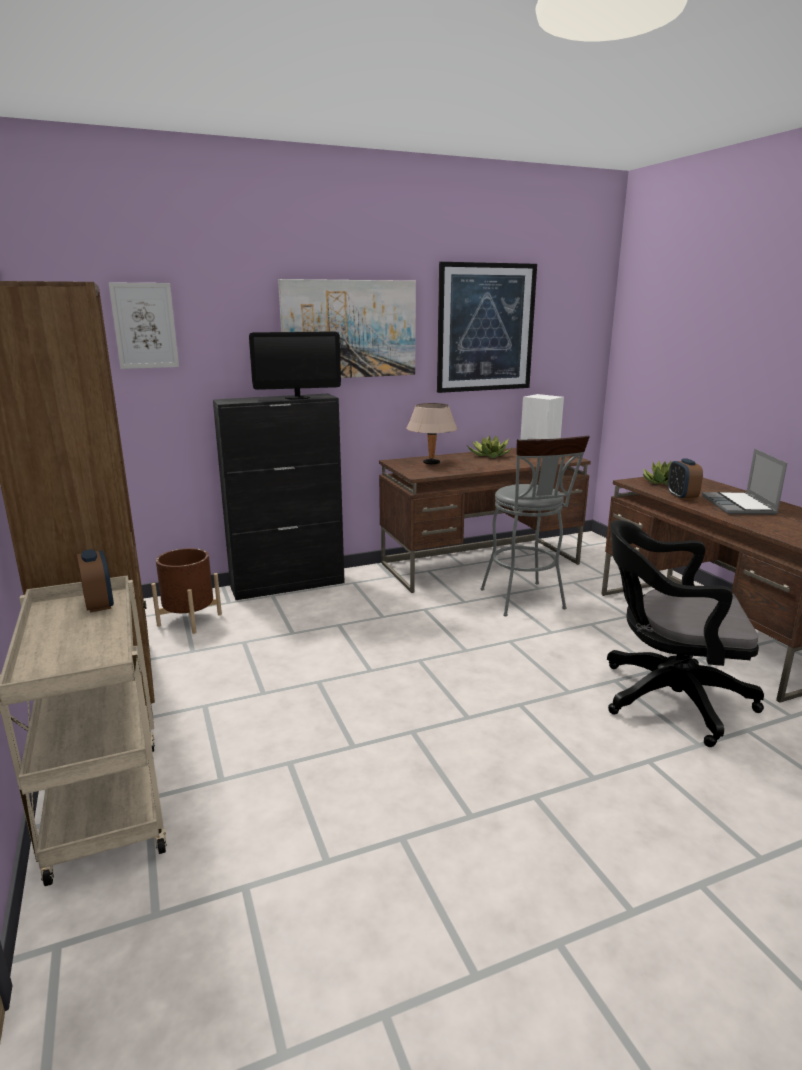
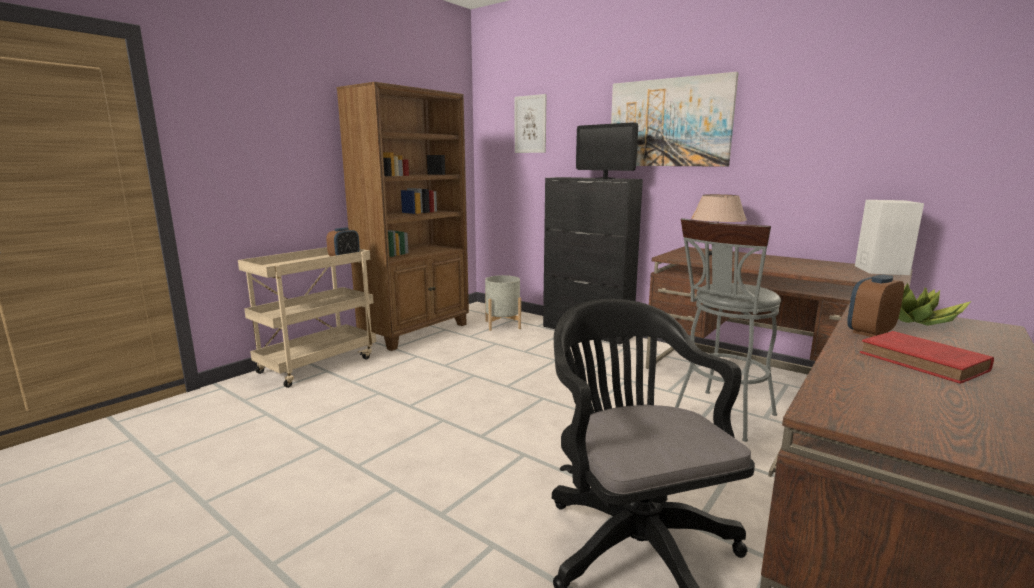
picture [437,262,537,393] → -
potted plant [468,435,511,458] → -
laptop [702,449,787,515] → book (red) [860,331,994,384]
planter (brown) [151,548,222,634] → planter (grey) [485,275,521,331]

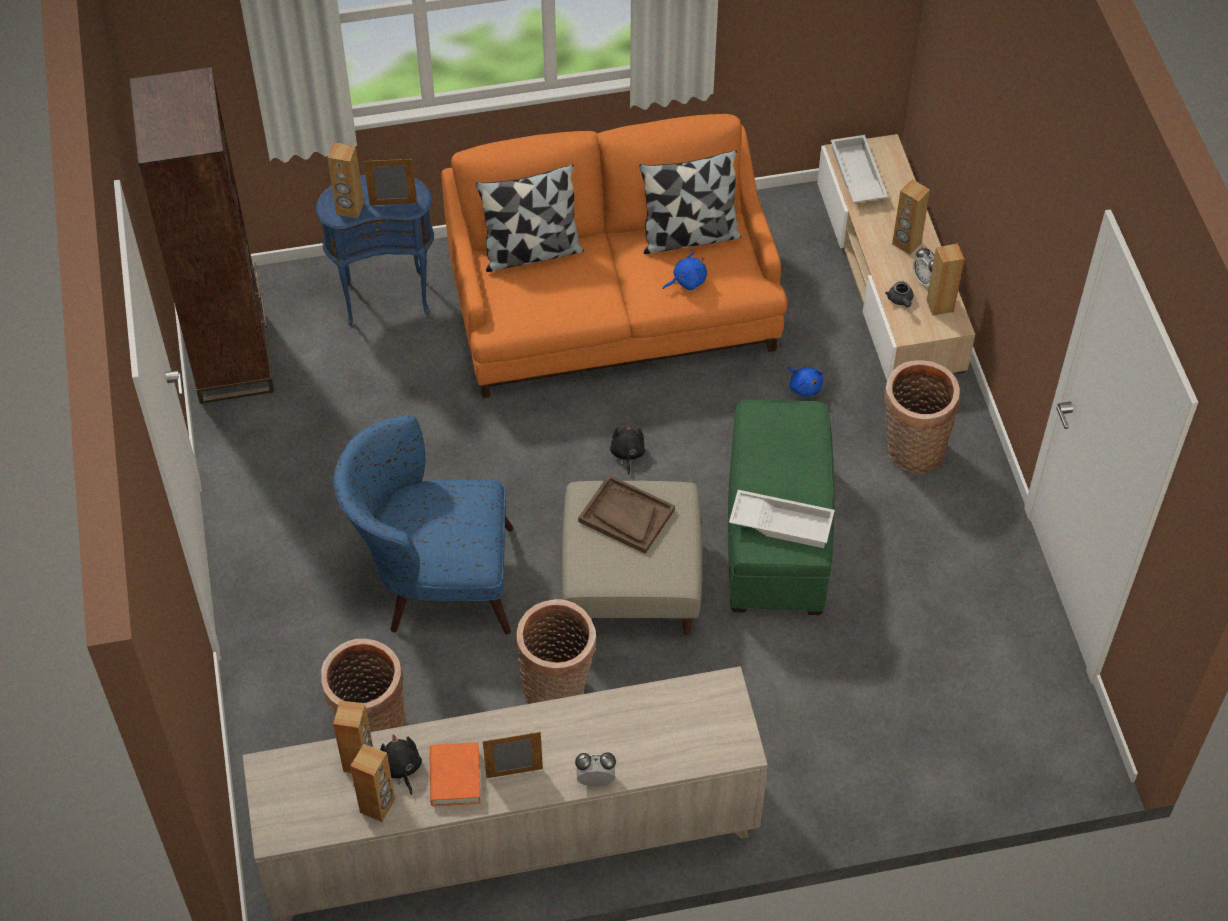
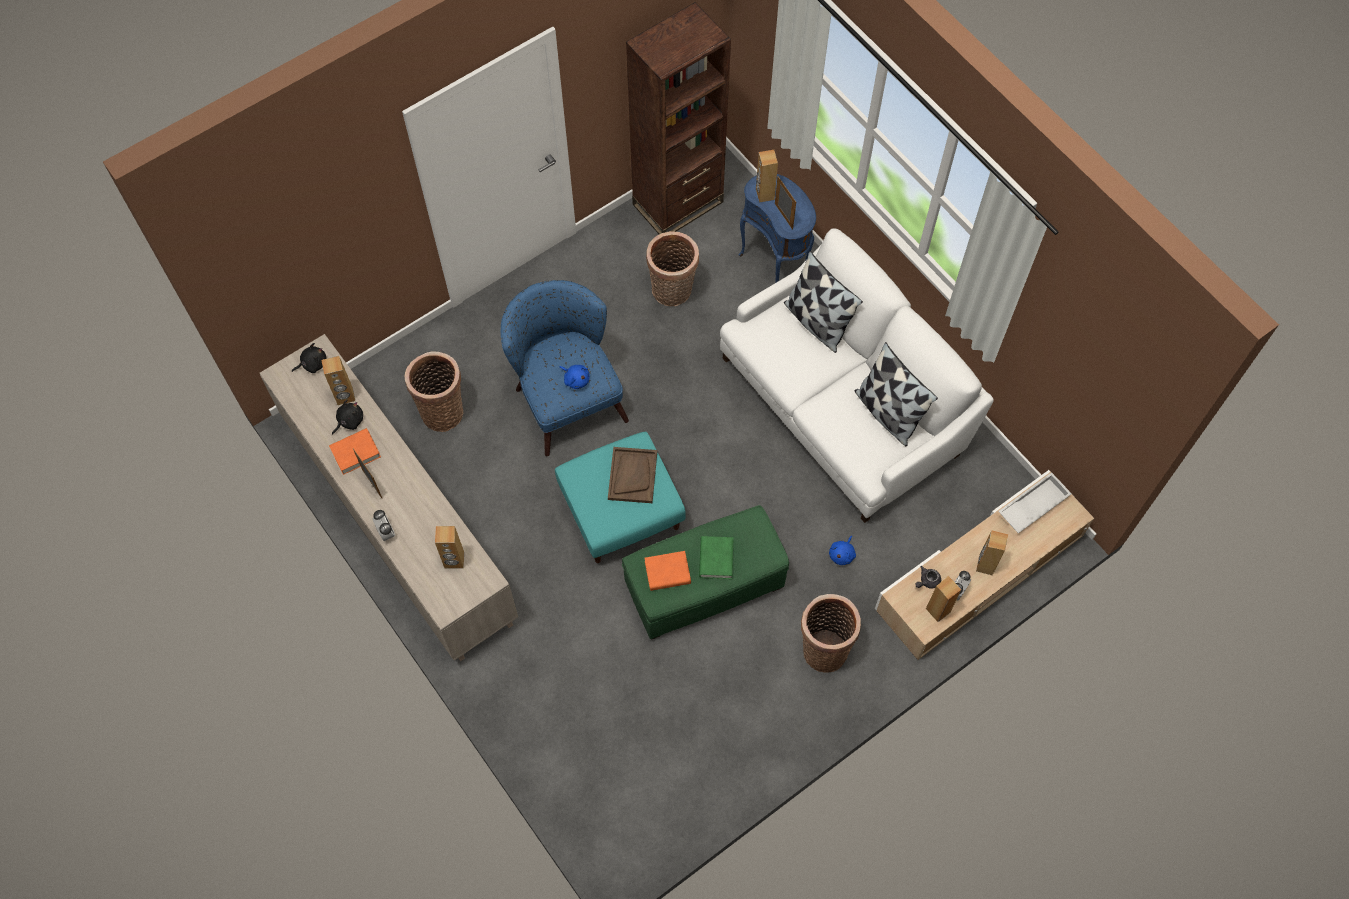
- → book (green) [699,536,733,579]
speaker (brown) [350,744,395,822] → speaker (brown) [435,526,464,569], moved
basket [515,599,596,704] → basket [646,231,699,306], moved
plush toy (black) [610,423,645,475] → plush toy (black) [292,343,327,373], moved
plush toy (blue) [663,251,707,290] → plush toy (blue) [560,365,590,389], moved
tray (white) [729,490,835,548] → book (orange) [645,551,691,591]
sofa (orange) [442,114,787,398] → sofa (white) [720,228,994,523]
ottoman (beige) [562,481,702,635] → ottoman (turquoise) [555,432,686,563]

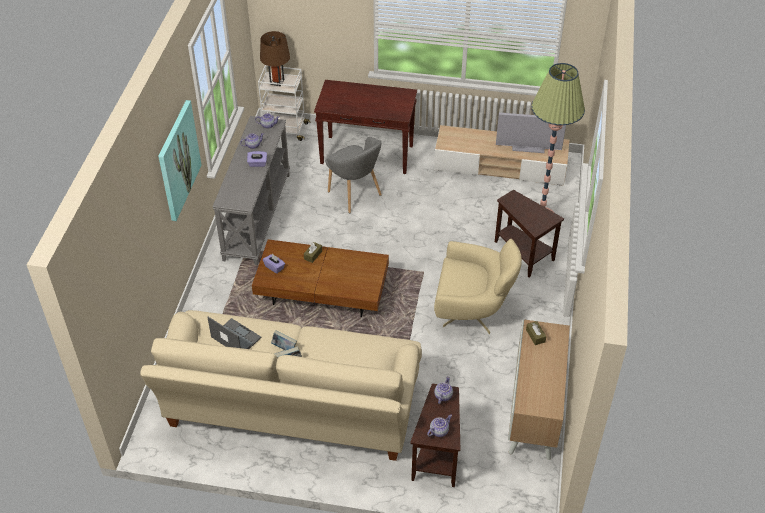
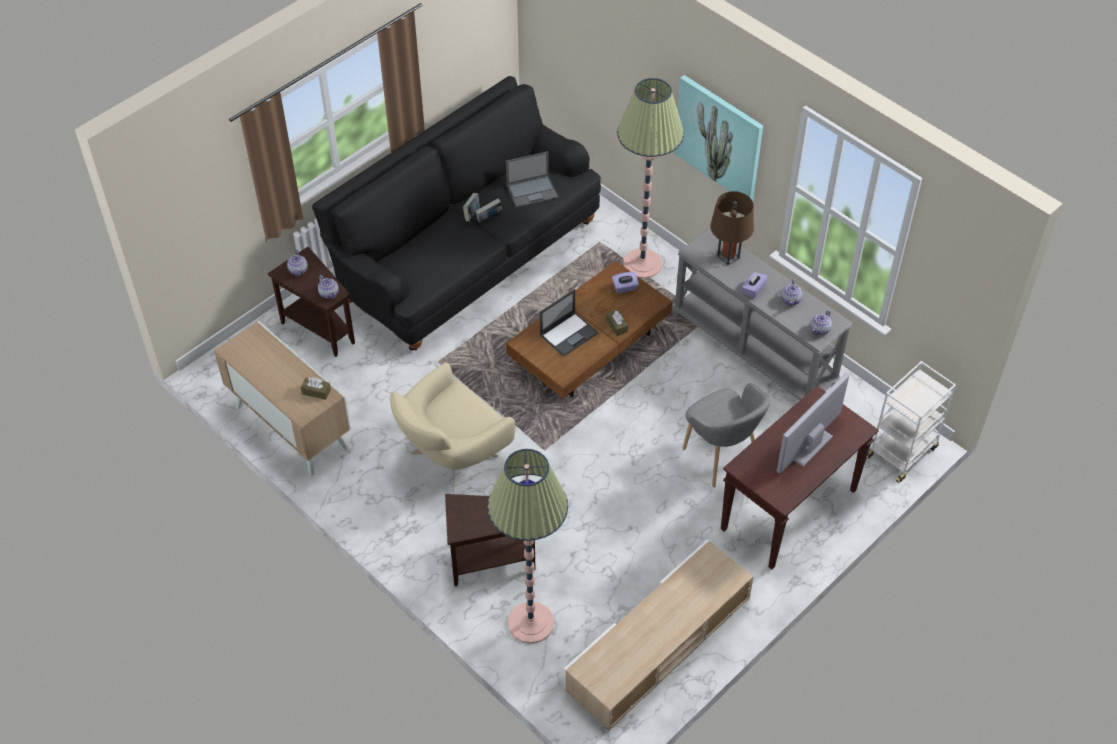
- → laptop [540,289,598,357]
- → floor lamp [617,78,684,278]
table lamp (brown) [260,31,290,86] → table lamp (brown) [710,191,754,265], moved
television [496,112,566,153] → television [777,373,849,474], moved
sofa (beige) [140,310,422,461] → sofa (black) [312,76,601,350]
armchair (grey) [325,137,382,213] → armchair (grey) [683,383,770,487], 120 degrees counterclockwise

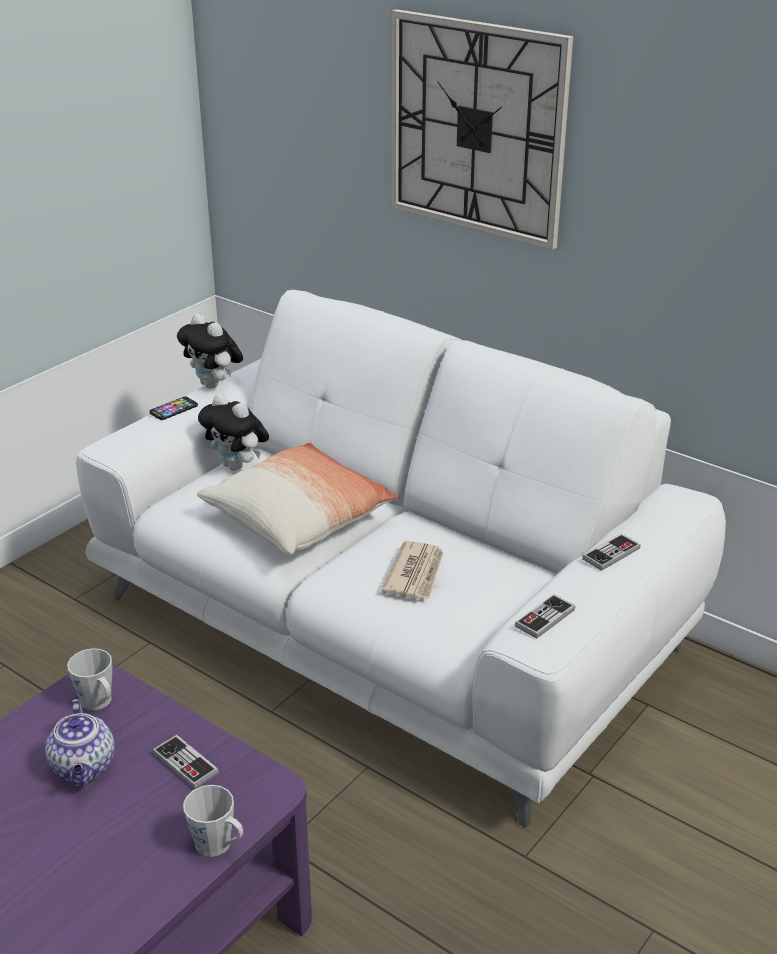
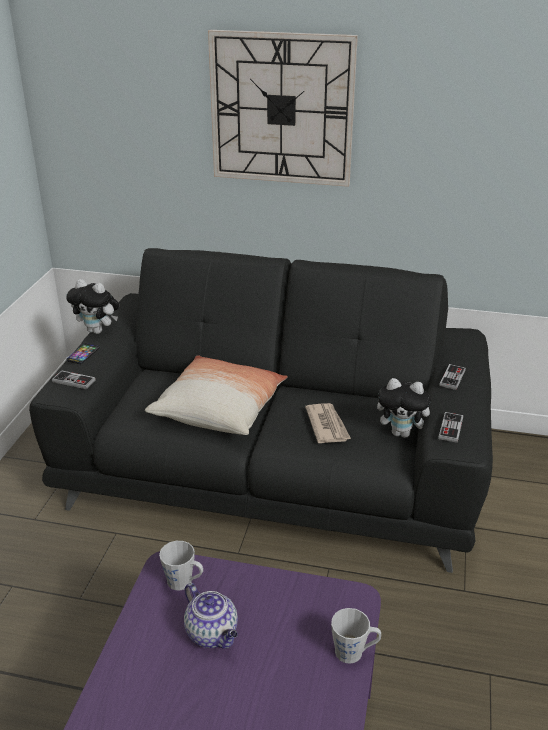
game controller [153,734,219,789] → game controller [52,370,96,389], moved
plush toy [198,393,269,471] → plush toy [377,378,431,438], moved
sofa (white) [76,290,726,828] → sofa (black) [29,248,493,573]

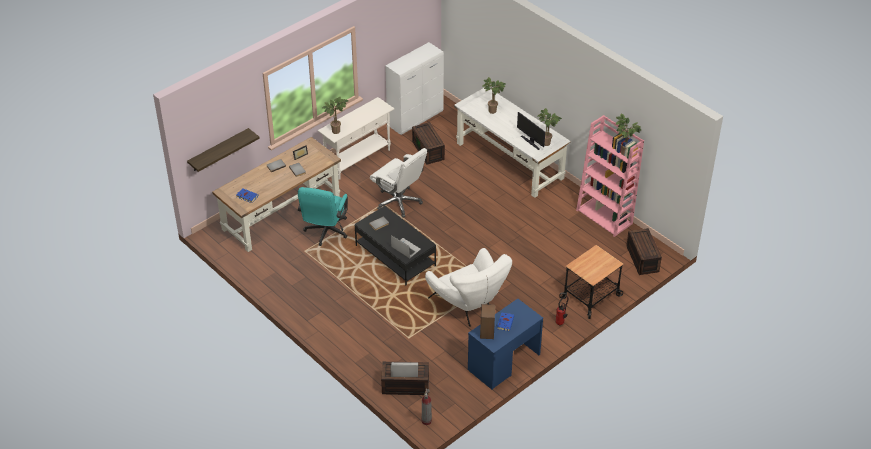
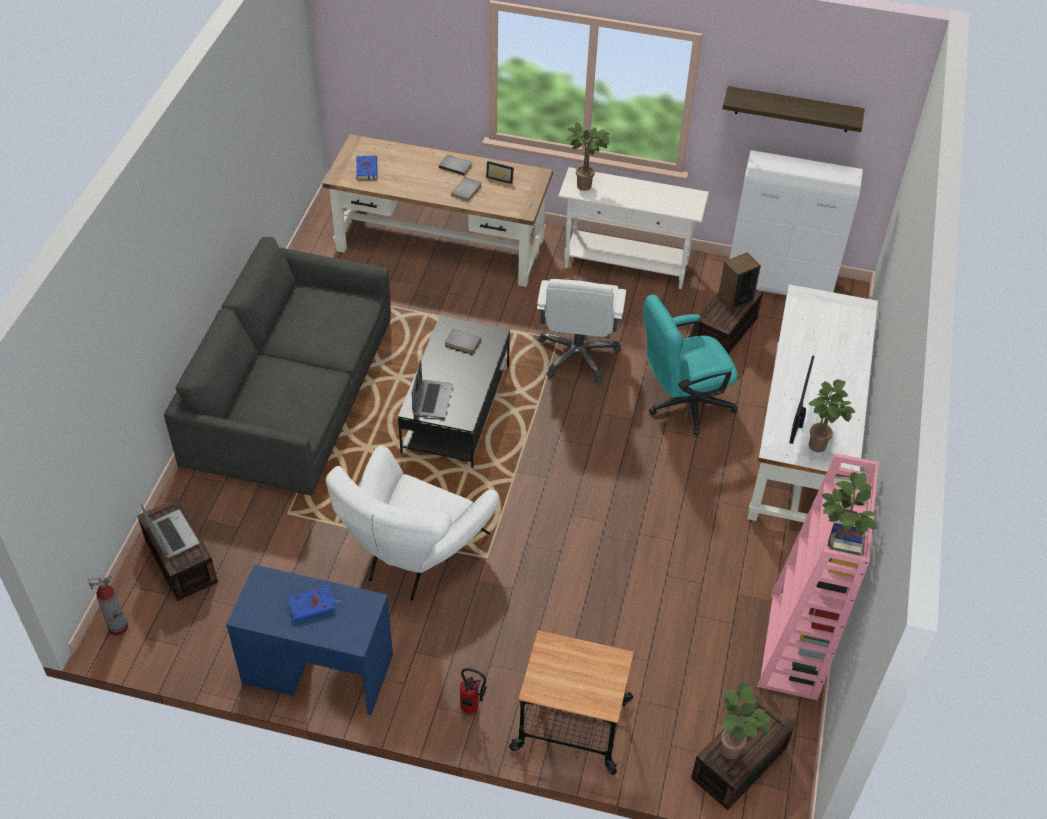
- → sofa (grey) [164,237,391,495]
shelf [187,128,260,172] → shelf [722,86,865,132], moved
office chair (turquoise) [298,187,348,246] → office chair (turquoise) [643,294,738,435], moved
speaker [480,304,495,339] → speaker [718,252,761,311], moved
potted plant [482,77,505,114] → potted plant [721,683,770,759], moved

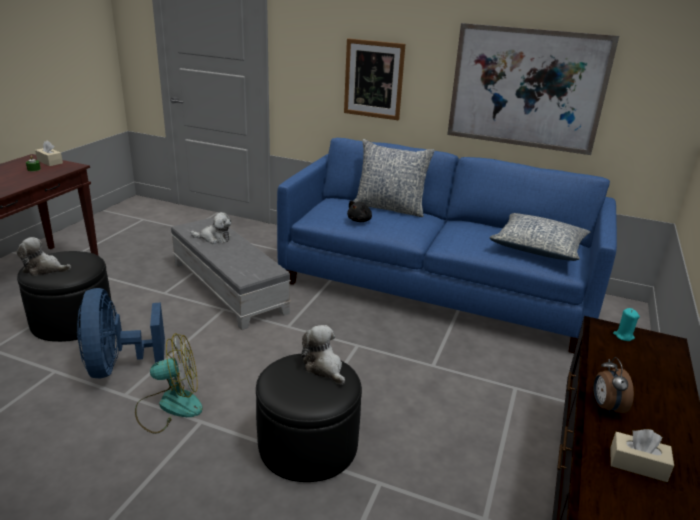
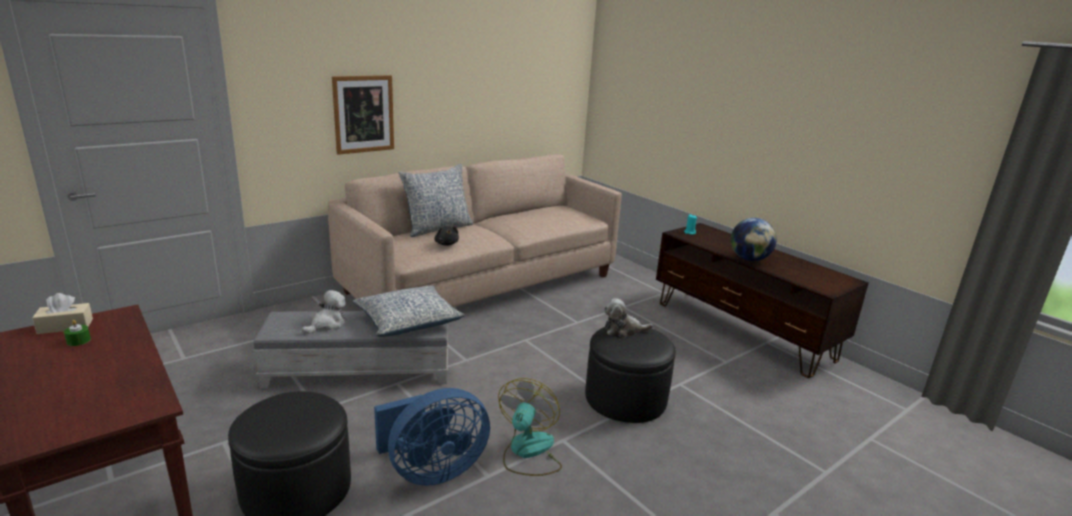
plush toy [17,237,71,276] → -
picture [447,23,619,155] → -
tissue box (beige) [610,429,674,482] → -
pillow [489,213,590,261] → pillow [353,285,465,337], moved
alarm clock [593,357,634,415] → globe [731,218,777,261]
sofa (blue) [277,138,617,353] → sofa (beige) [328,154,622,307]
fan (blue) [77,288,165,378] → fan (blue) [374,388,490,486], 45 degrees counterclockwise

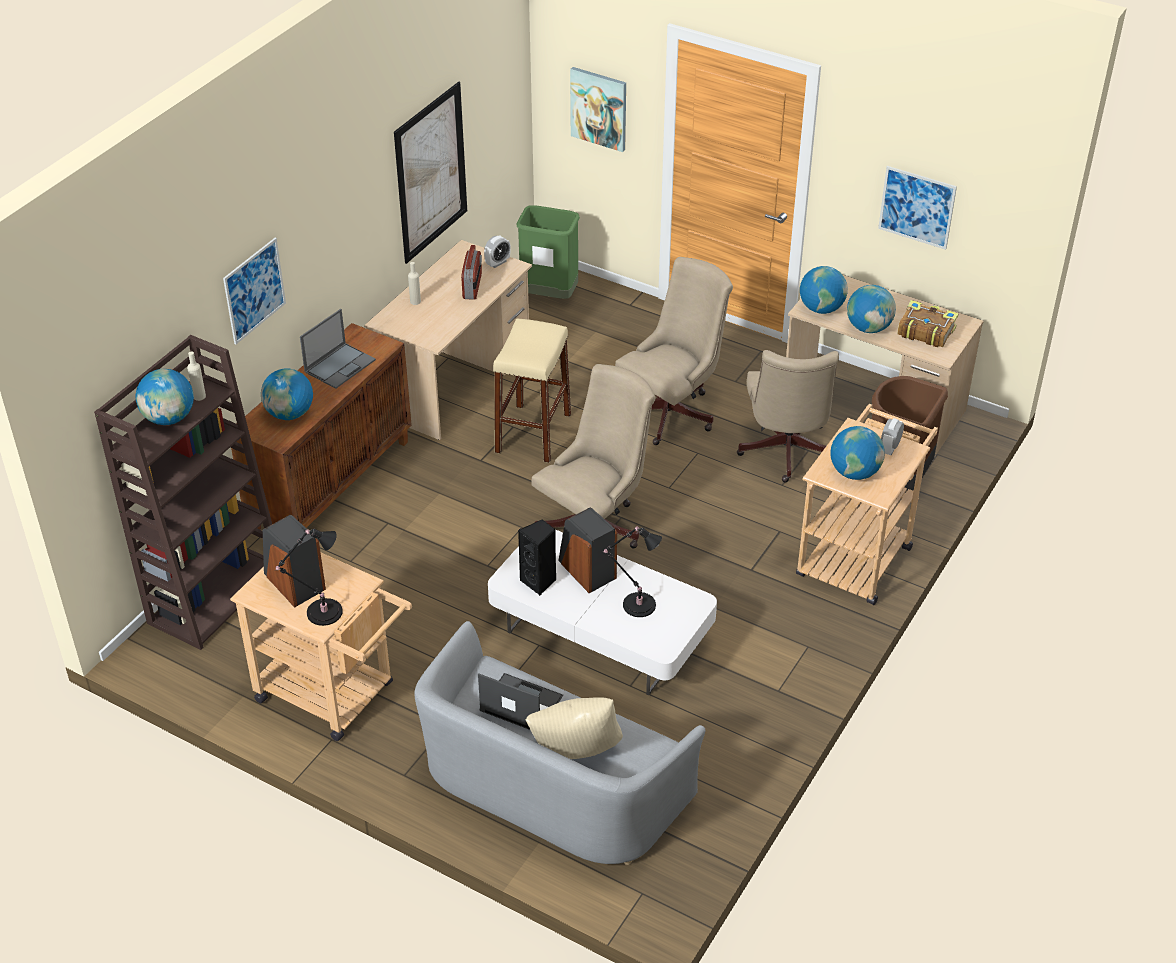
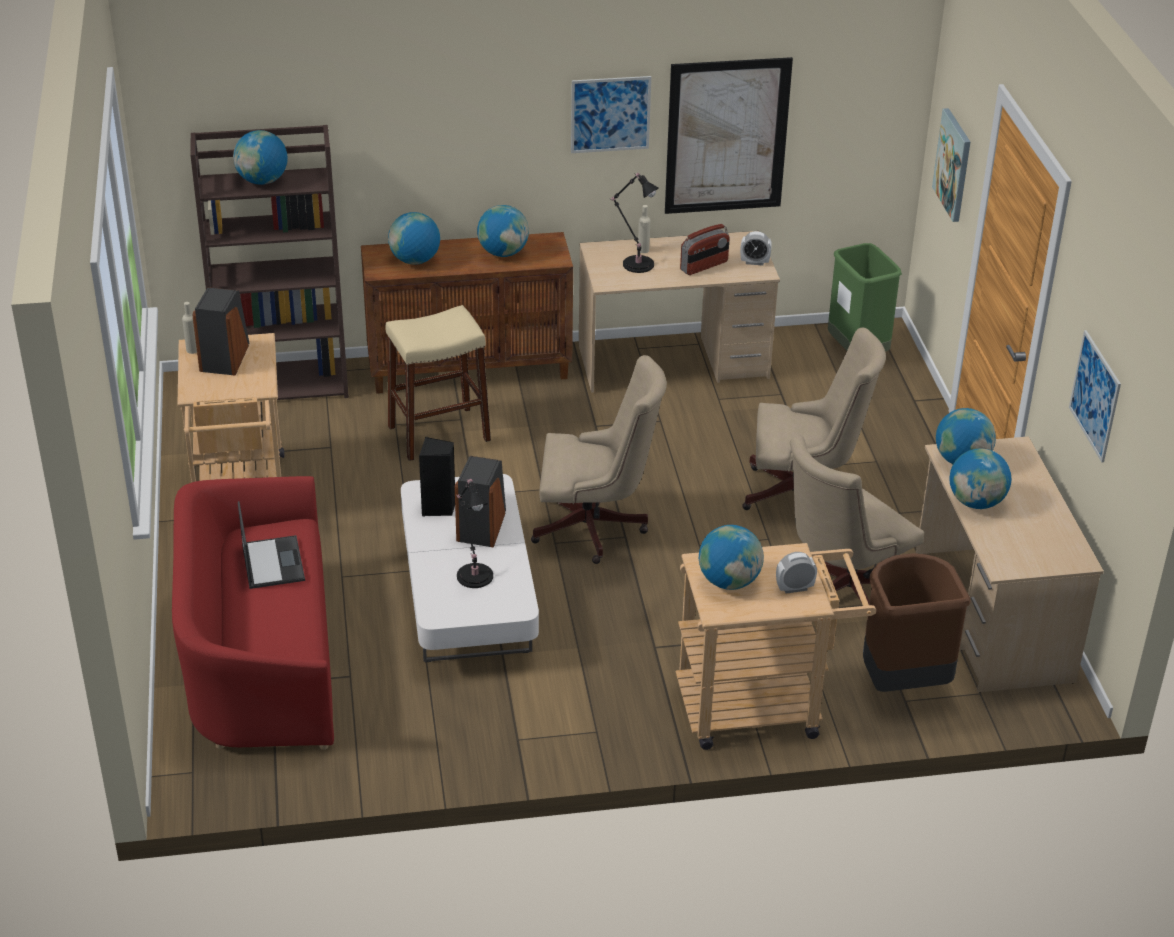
pillow (beige) [526,697,623,759] → -
book [898,300,959,347] → -
bottle (beige) [187,352,206,401] → bottle (beige) [182,302,197,354], moved
picture [223,238,286,344] → picture [571,76,651,153], moved
table lamp (black) [276,529,343,626] → table lamp (black) [611,173,659,273], moved
stool (beige) [493,318,571,463] → stool (beige) [385,305,491,461], moved
laptop [300,309,376,389] → globe [477,205,529,257]
sofa (grey) [414,621,706,865] → sofa (red) [172,476,334,750]

